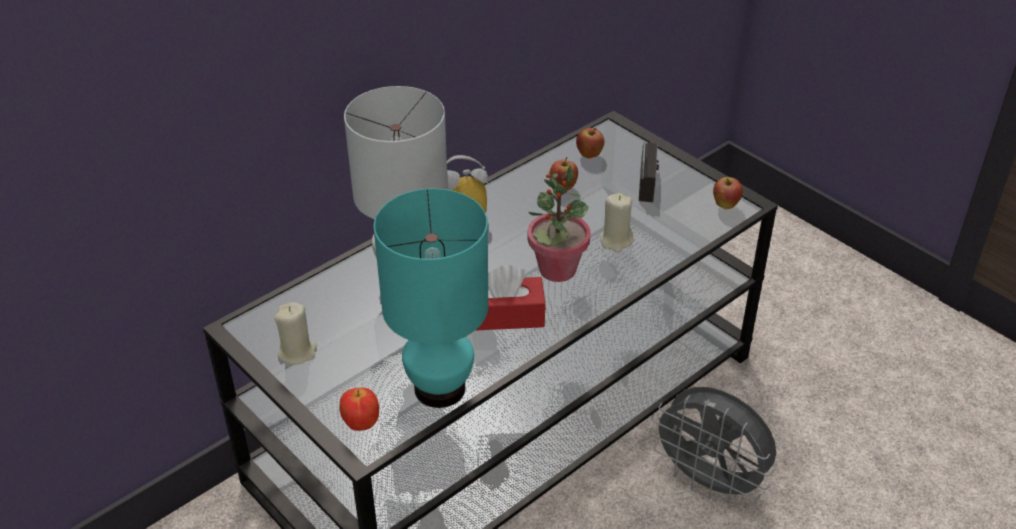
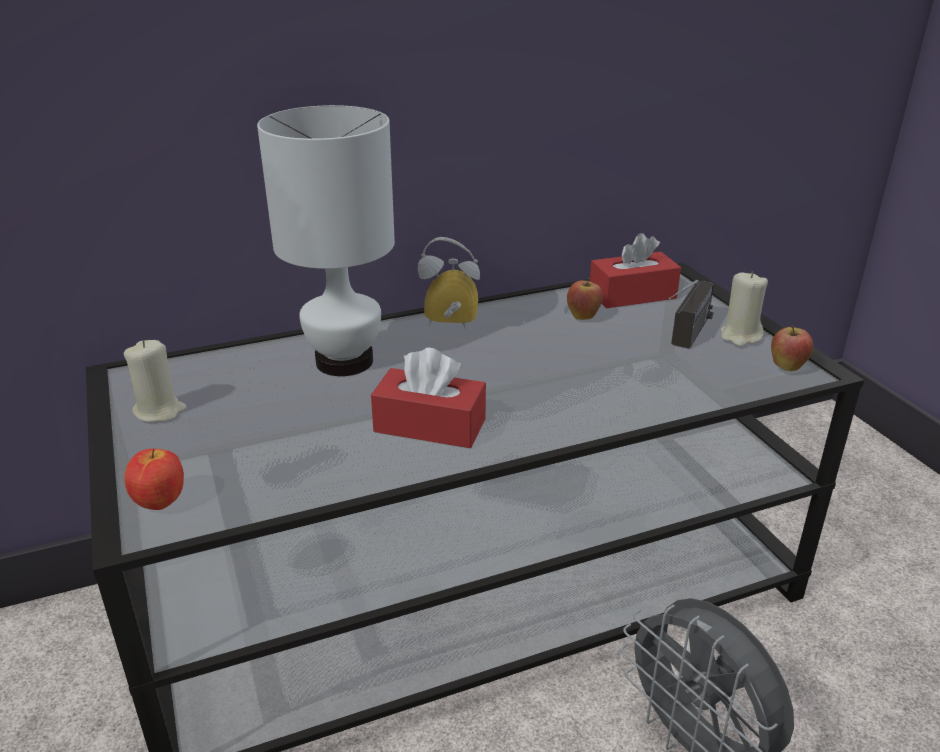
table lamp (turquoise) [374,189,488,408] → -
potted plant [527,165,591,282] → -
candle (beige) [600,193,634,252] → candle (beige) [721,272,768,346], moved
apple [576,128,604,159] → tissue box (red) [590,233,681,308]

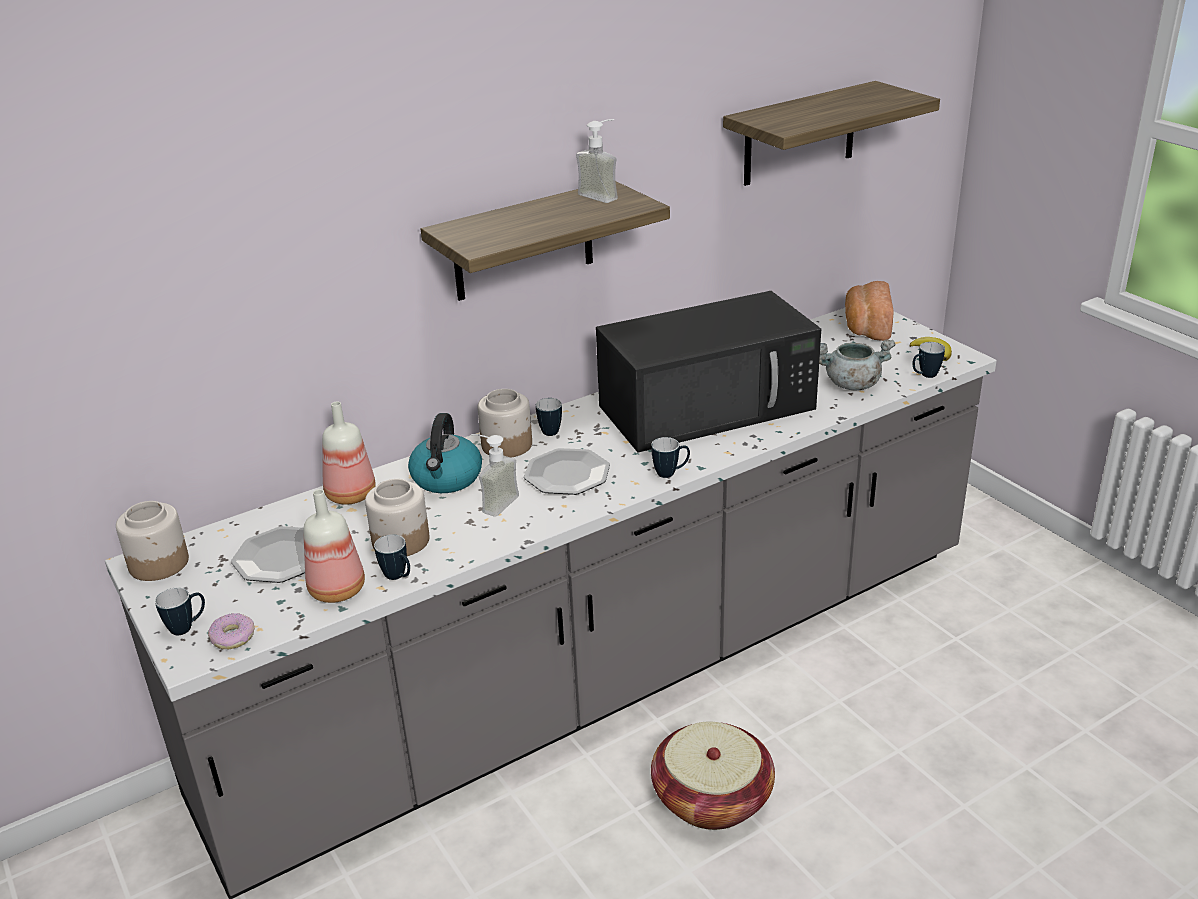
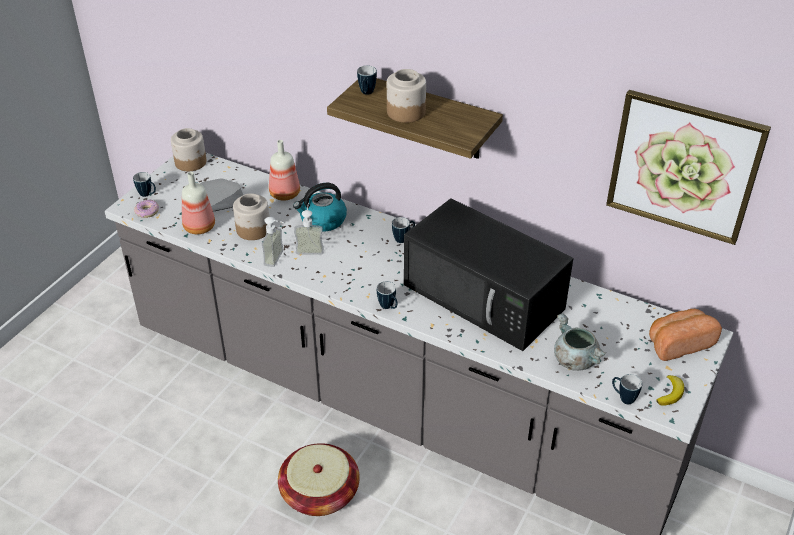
plate [524,448,610,495] → -
mug [374,534,410,580] → mug [357,65,377,95], moved
jar [477,389,532,458] → jar [387,69,426,123], moved
soap dispenser [576,119,618,203] → soap dispenser [262,217,287,267], moved
shelf [723,81,940,186] → picture [606,90,771,245]

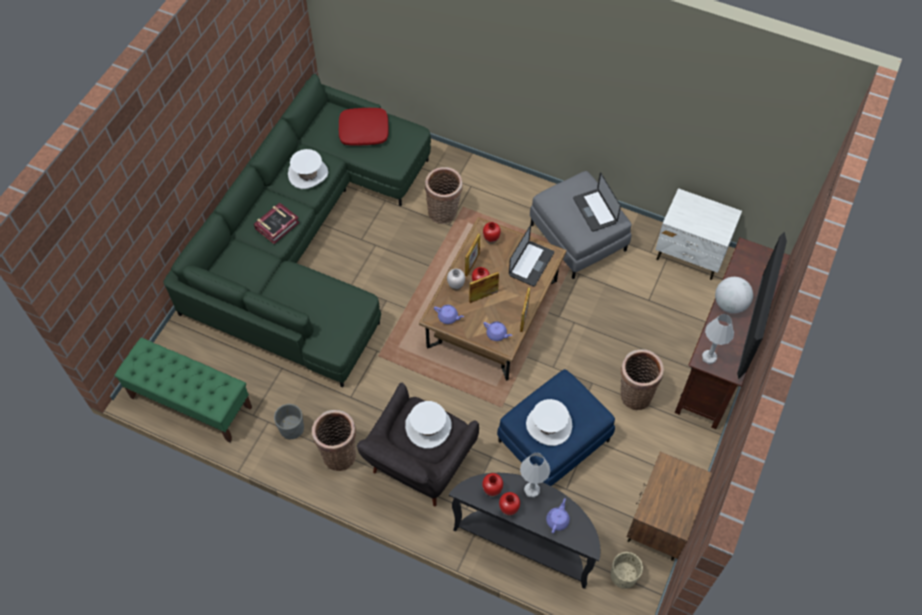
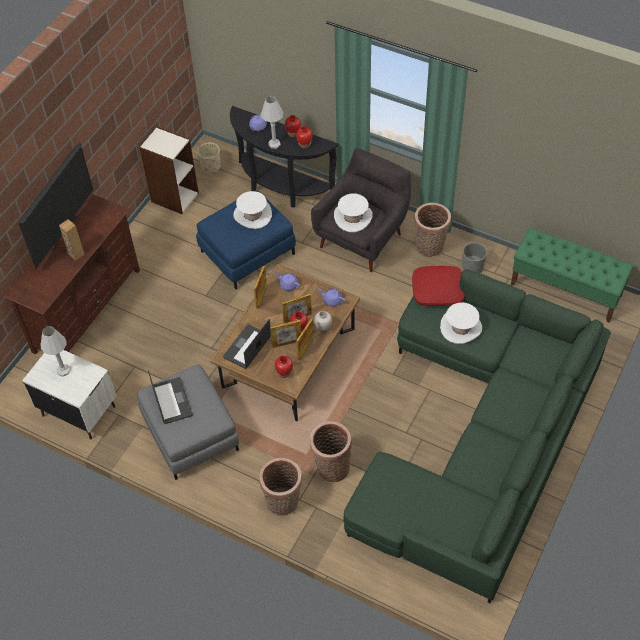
book [254,203,300,244] → -
- → picture frame [270,320,301,348]
hat (white) [288,149,328,189] → hat (white) [440,302,482,344], moved
pillow (red) [339,108,389,146] → pillow (red) [412,266,465,306], moved
basket [620,349,664,410] → basket [259,458,302,516], moved
table lamp (white) [702,314,734,364] → table lamp (white) [41,326,71,377], moved
nightstand (brown) [626,452,712,561] → bookcase [139,127,199,214]
globe [715,277,753,313] → speaker (brown) [59,219,85,260]

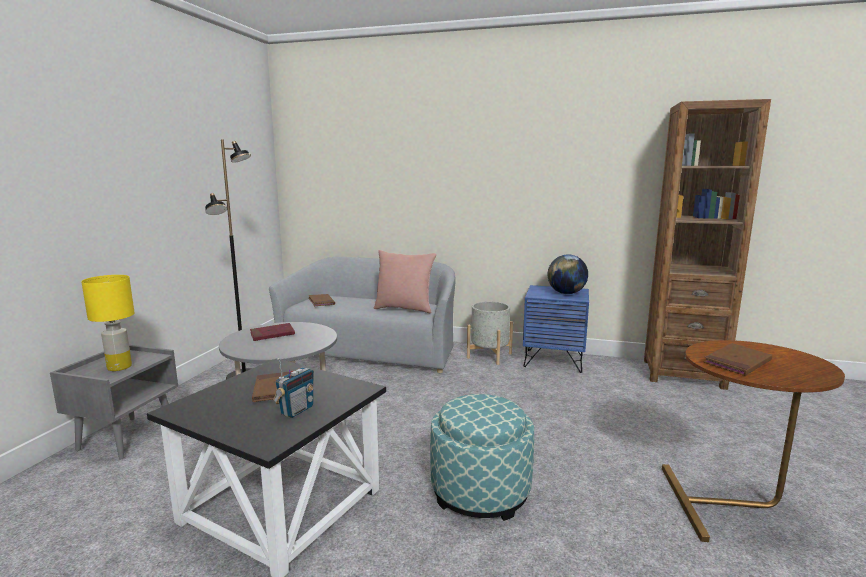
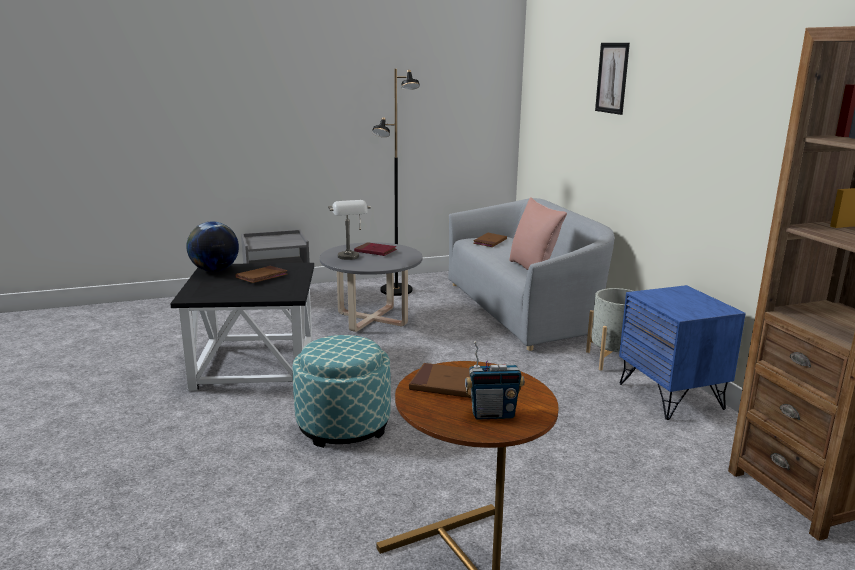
table lamp (yellow) [81,275,135,371] → -
- → table lamp (grey) [328,200,370,260]
- → picture [595,43,630,115]
radio [273,358,314,418] → radio [465,341,524,420], moved
globe [548,255,588,294] → globe [186,221,239,272], moved

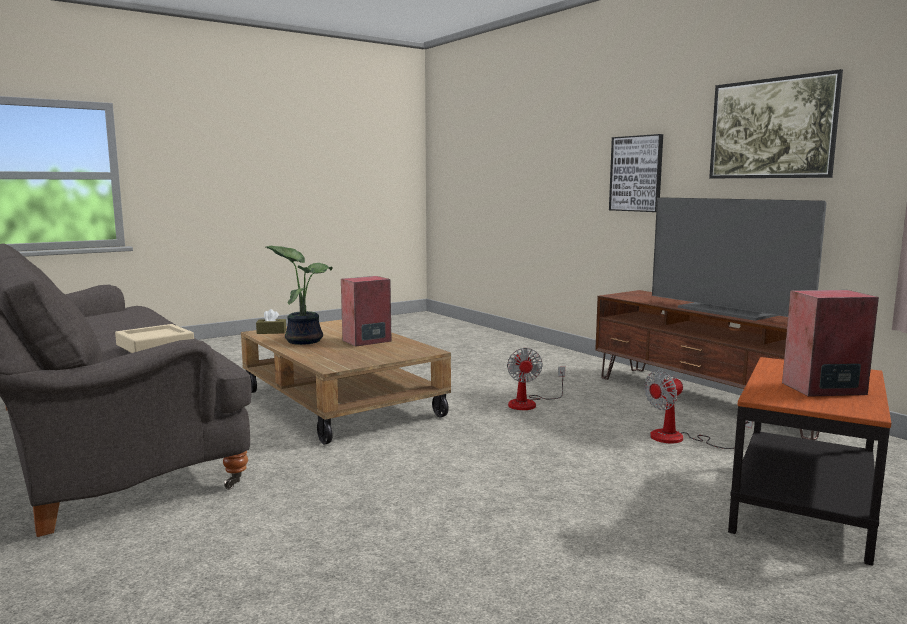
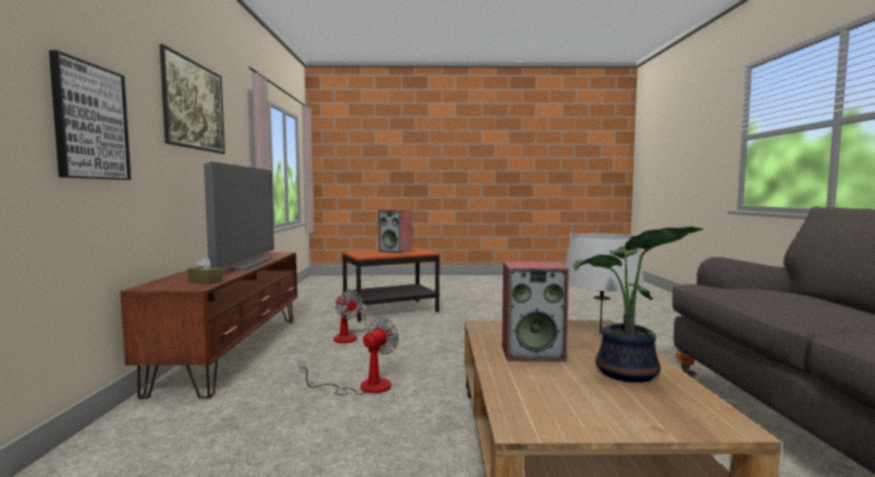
tray (beige) [115,324,194,353] → -
- → table lamp (grey) [565,233,645,334]
tissue box (brown) [256,309,286,334] → tissue box (brown) [188,255,223,285], moved
fan [644,370,753,449] → fan [334,290,367,343], 45 degrees clockwise

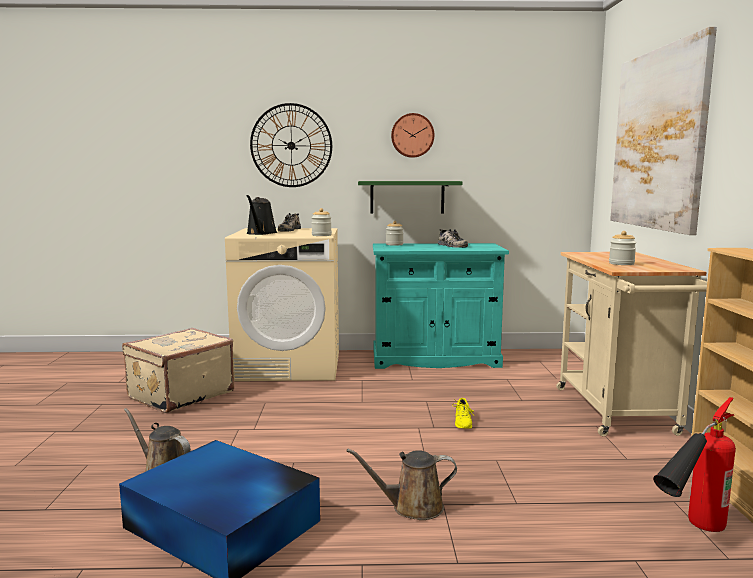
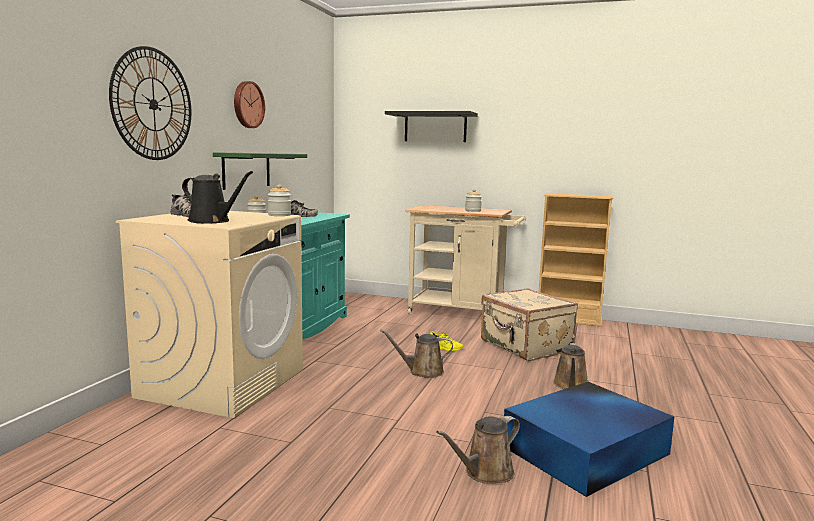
fire extinguisher [653,397,736,532] → -
- → watering can (brown) [380,329,453,378]
suitcase (beige) [122,328,234,413] → suitcase (beige) [481,288,578,361], moved
picture [610,27,717,235] → shelf (black) [385,111,478,142]

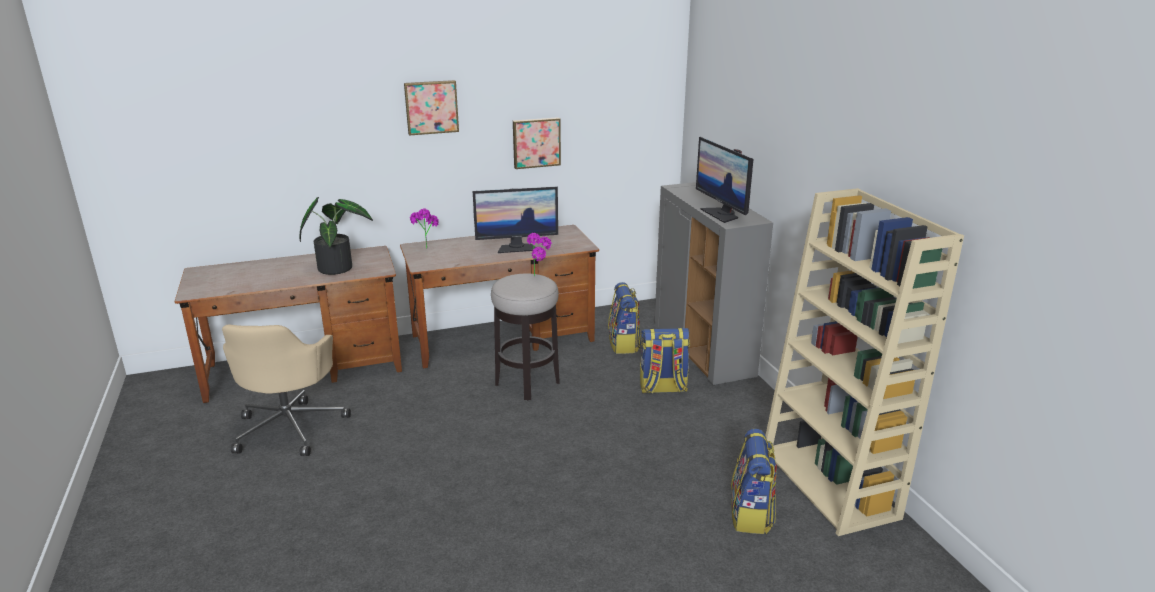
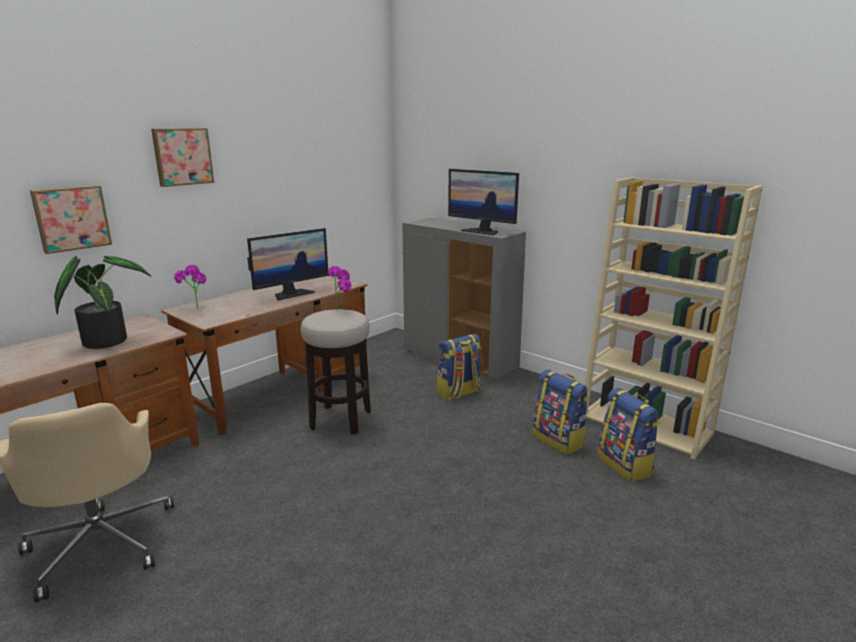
picture [513,117,561,169] → picture [30,185,112,254], moved
backpack [608,282,641,354] → backpack [533,370,589,455], moved

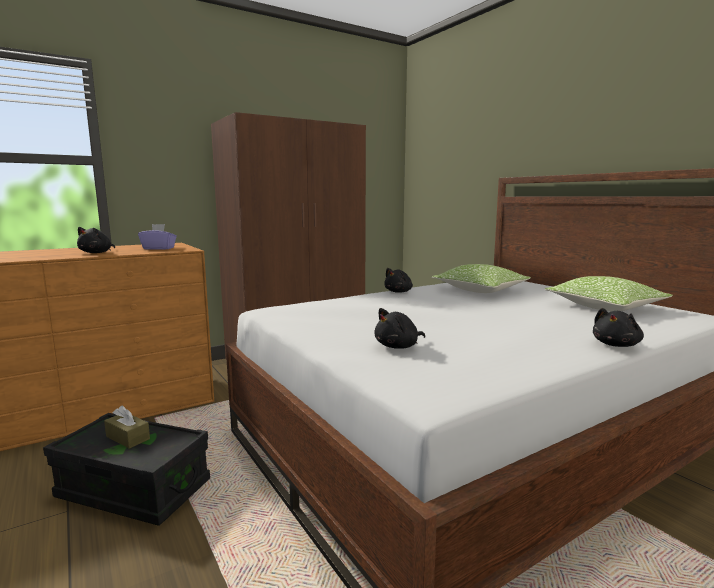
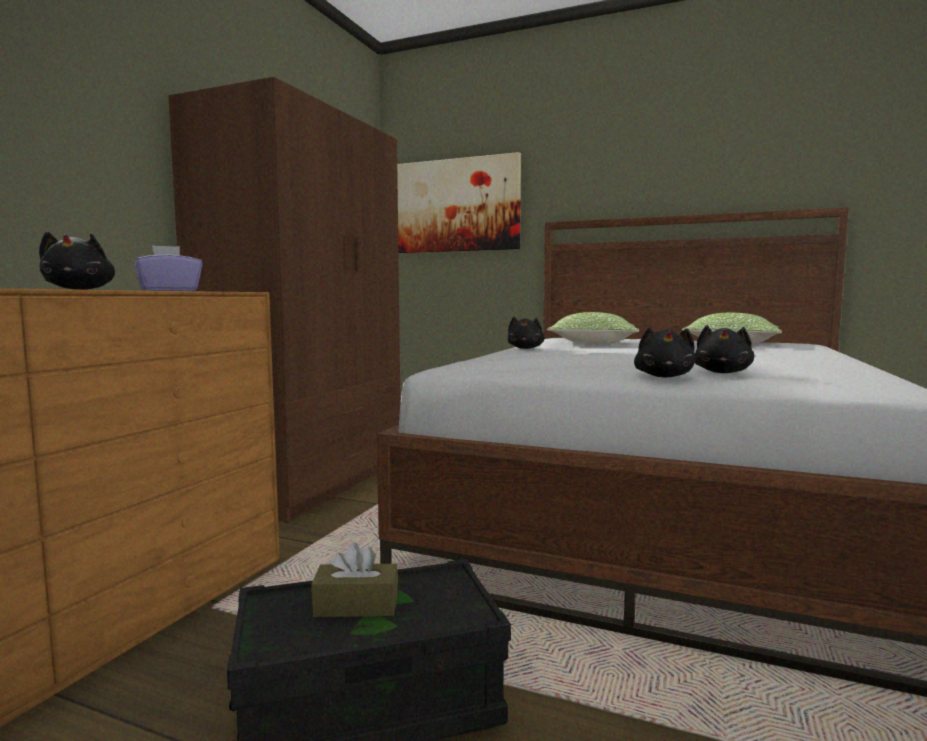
- → picture [397,152,521,253]
plush toy (black) [593,308,644,347] → plush toy (black) [634,327,696,377], moved

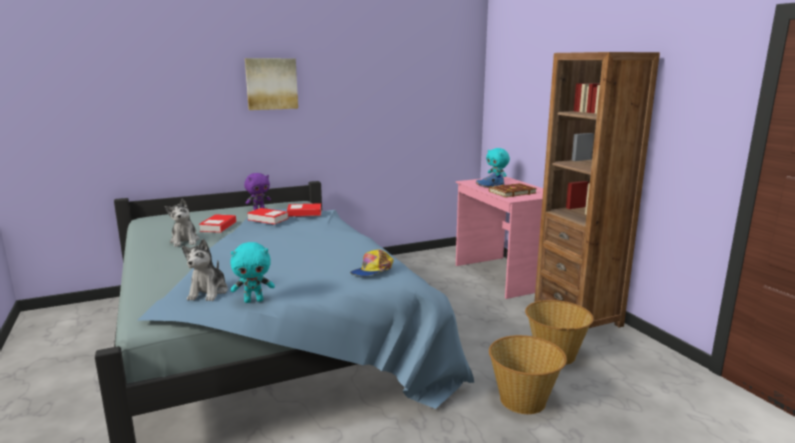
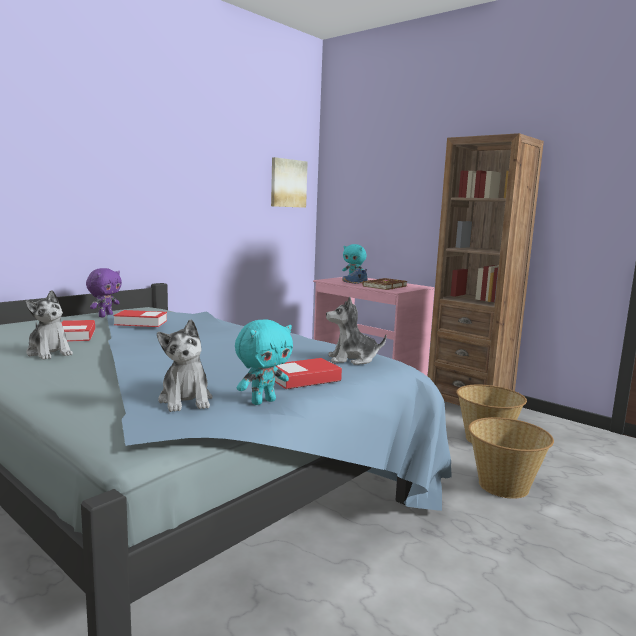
picture [245,58,298,110] → picture [271,157,308,208], moved
book [287,203,321,217] → book [275,358,342,389], moved
cap [350,249,394,276] → plush toy [326,297,387,365]

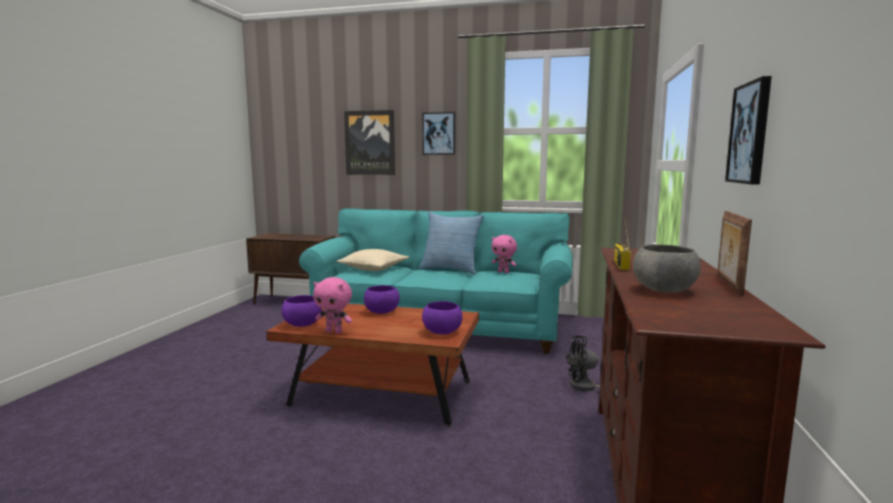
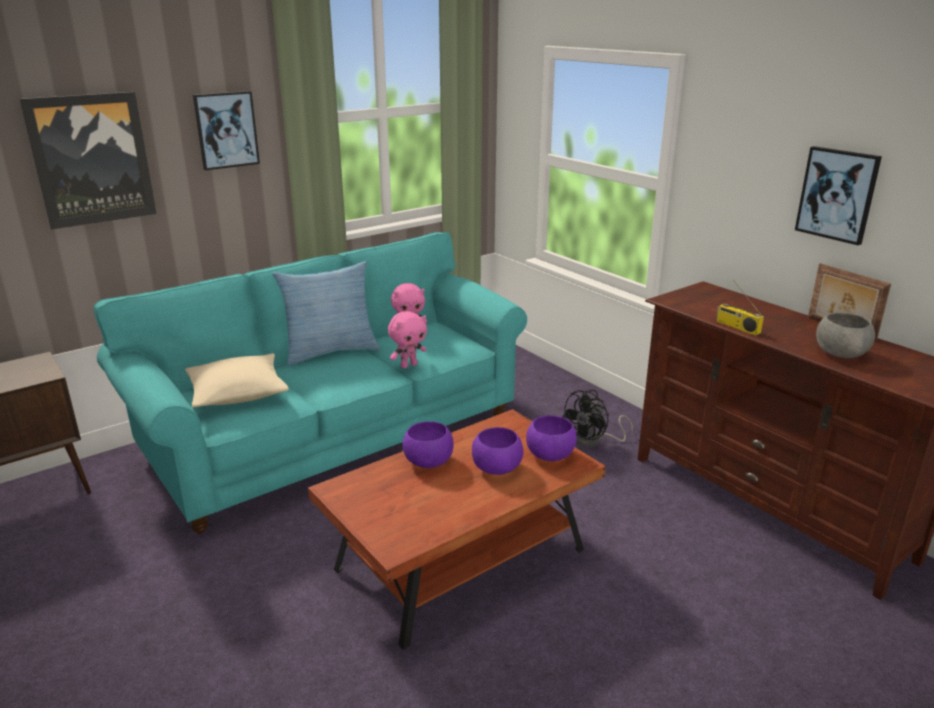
bowl (purple) [282,295,322,327] → bowl (purple) [472,427,523,475], moved
plush toy (pink) [313,277,352,334] → plush toy (pink) [388,311,427,369], moved

